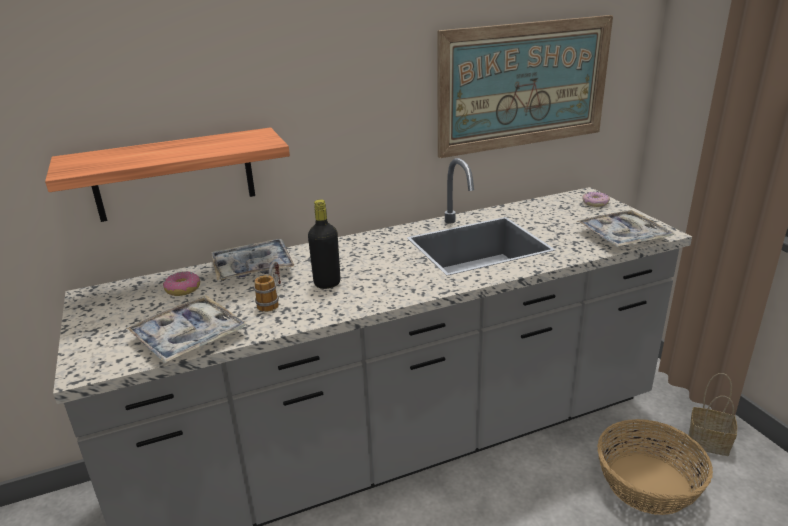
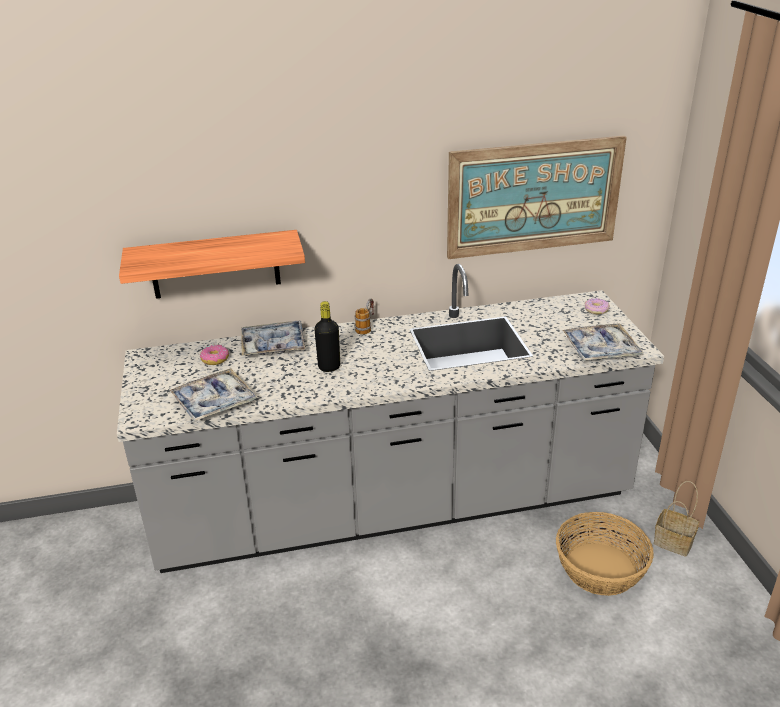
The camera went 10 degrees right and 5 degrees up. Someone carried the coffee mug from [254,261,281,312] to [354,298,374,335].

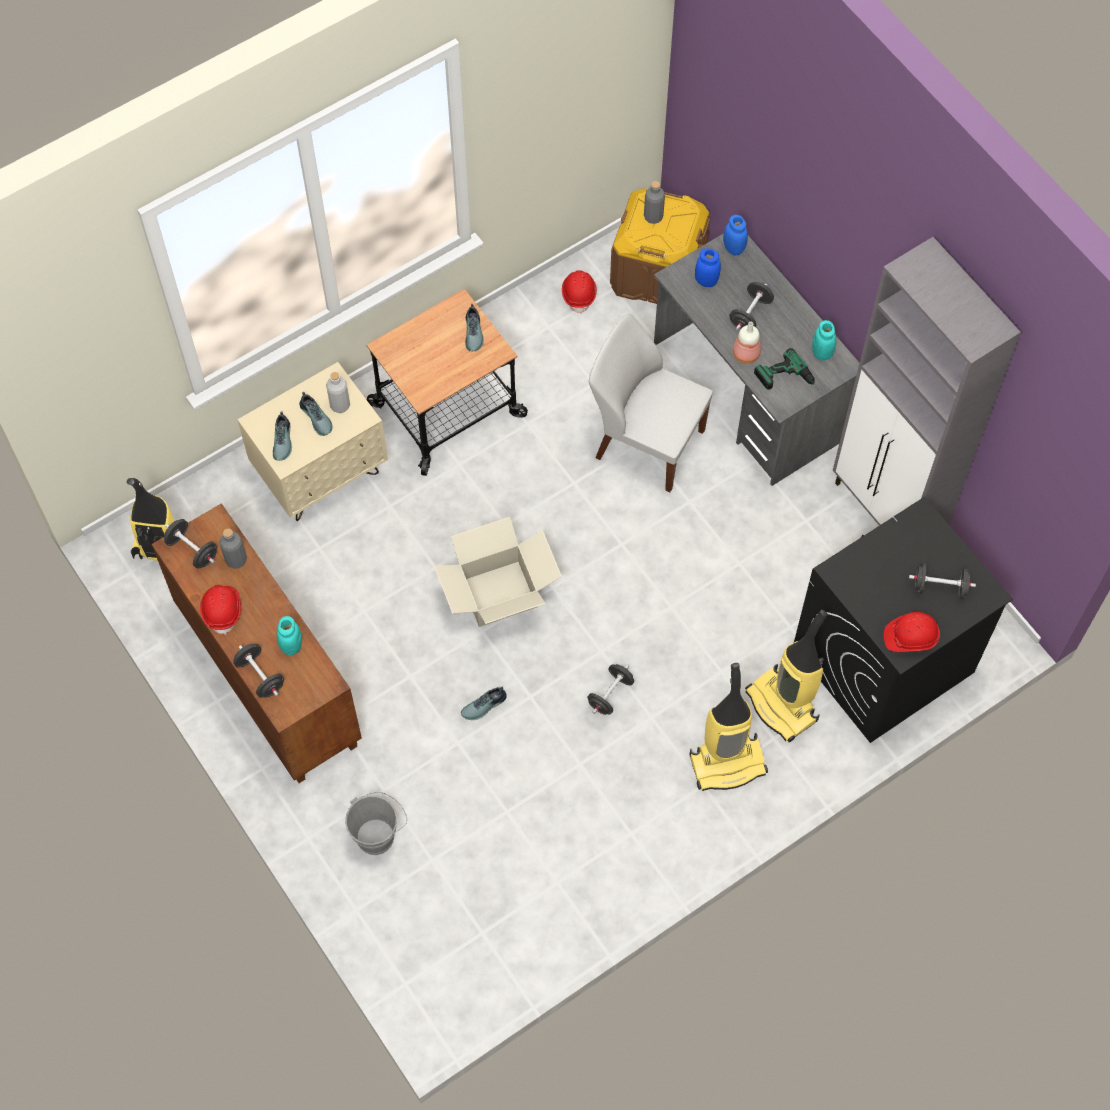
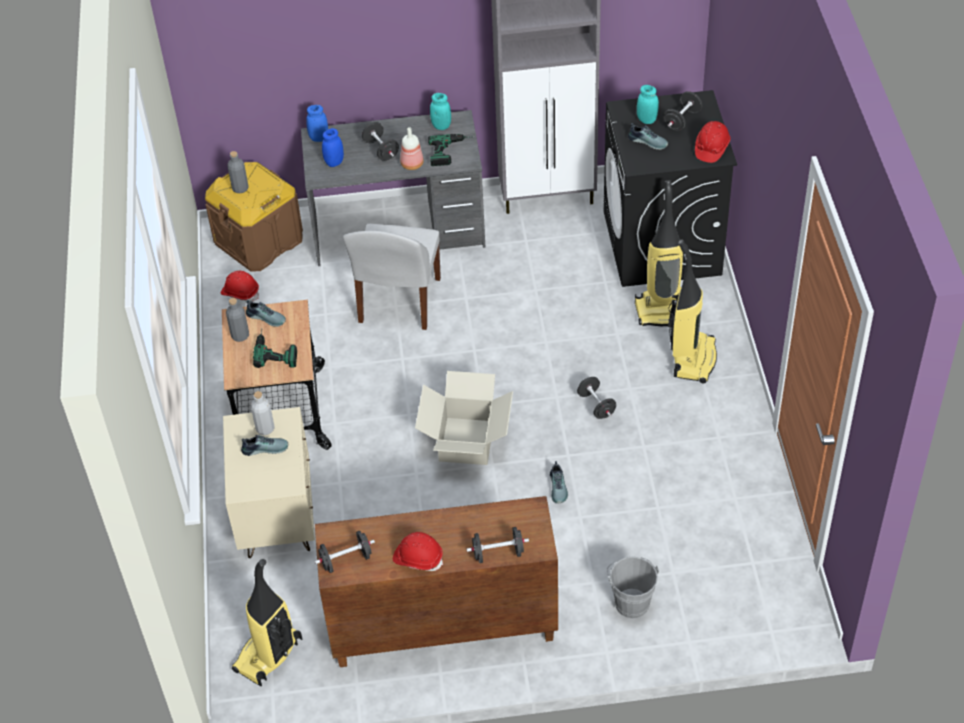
The camera went 60 degrees left and 15 degrees down. Someone carried the gray drink bottle from [220,529,247,569] to [226,298,249,342]. Someone put down the drill at [253,329,297,368]. Someone rotated the white chair at [589,314,713,492] by 45 degrees counterclockwise. Someone carried the item of footwear from [273,412,292,461] to [628,123,668,150]. Someone carried the blue-green jar from [277,616,302,655] to [637,85,659,124].

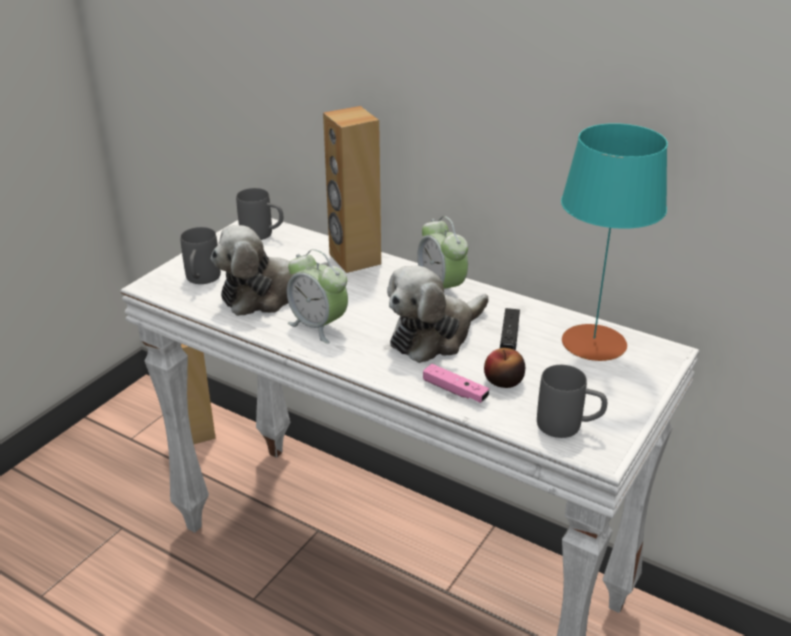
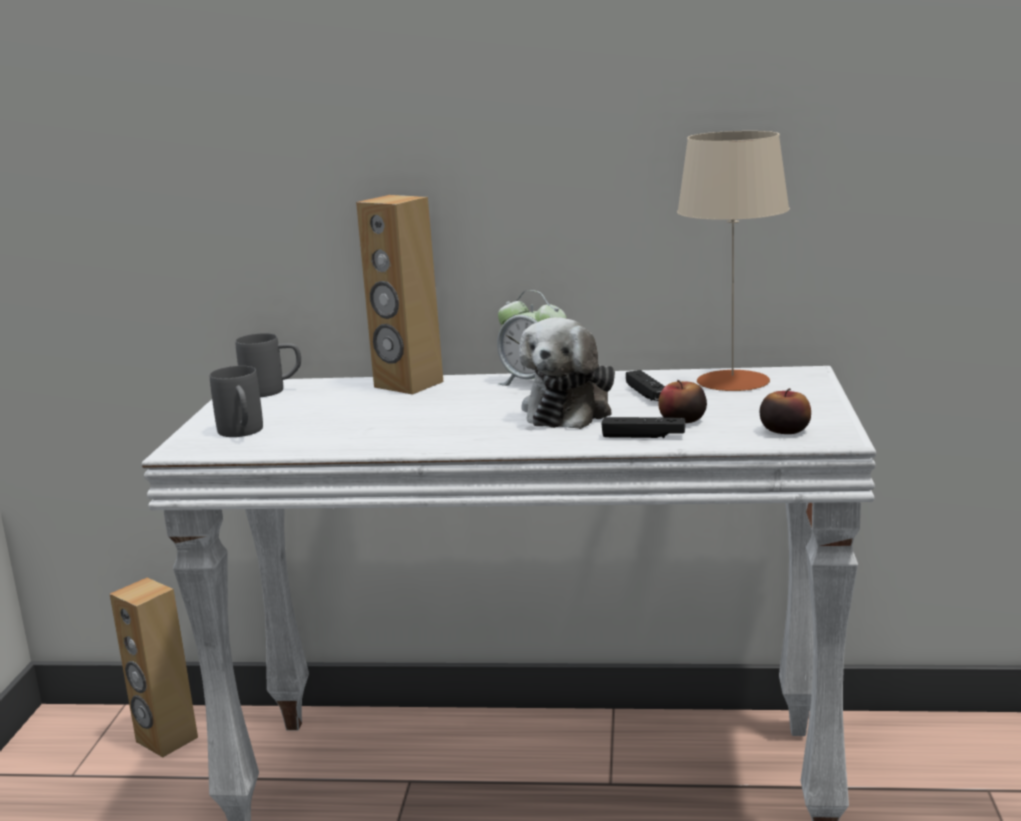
The camera went 25 degrees left and 15 degrees down. Someone repainted the pink gamepad at [423,364,489,403], which became the black-coloured gamepad at [602,417,685,438]. Someone repainted the blue-green table lamp at [561,123,668,361], which became the beige-coloured table lamp at [677,131,790,391]. Someone swapped the gray coffee mug at [537,365,607,438] for the whole apple at [760,388,811,434]. Someone took away the plush toy at [211,225,329,316]. Someone took away the bedside clock at [287,249,348,344].

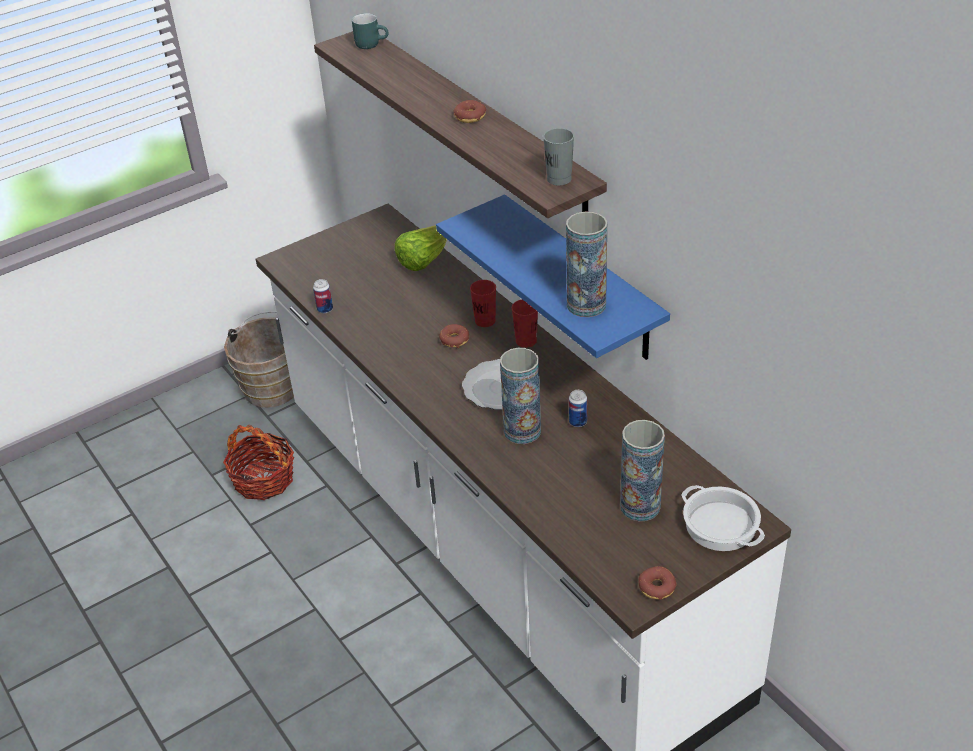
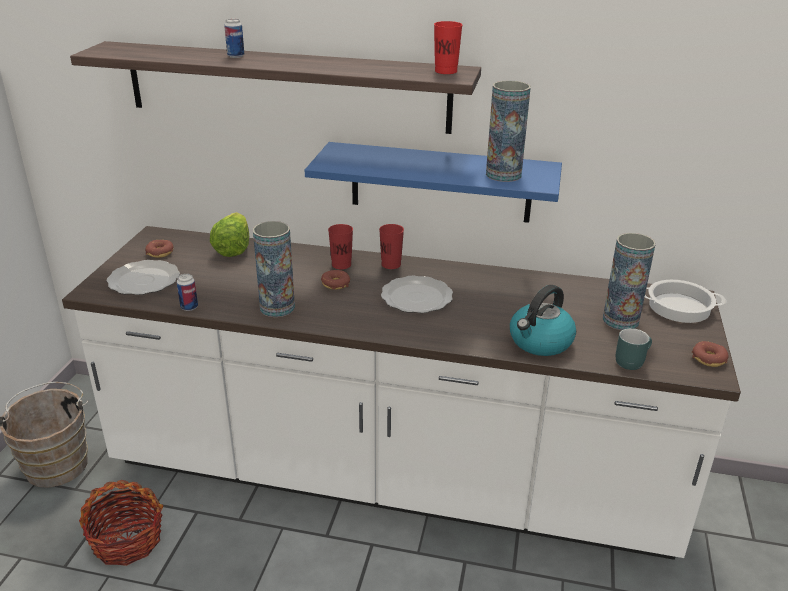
The camera went 45 degrees left and 10 degrees down. Someone put down the dinner plate at [107,260,180,295]. Someone carried the doughnut from [454,100,486,123] to [145,240,174,258]. Someone carried the can from [569,390,587,427] to [224,19,244,58]. Someone carried the flower vase from [500,348,541,444] to [253,221,295,317]. Someone repainted the gray cup at [543,128,574,186], which became the reddish cup at [434,21,463,74]. Someone put down the water kettle at [510,285,576,356]. Someone carried the blue-green coffee mug from [352,13,389,49] to [616,328,652,370].

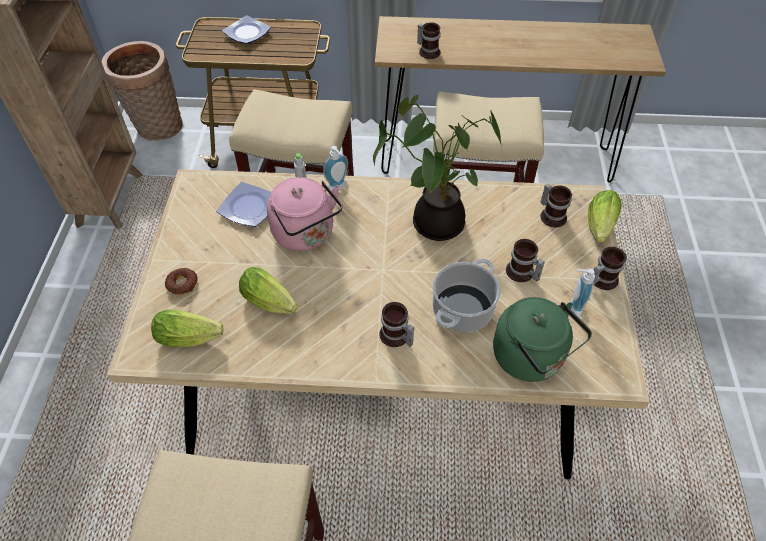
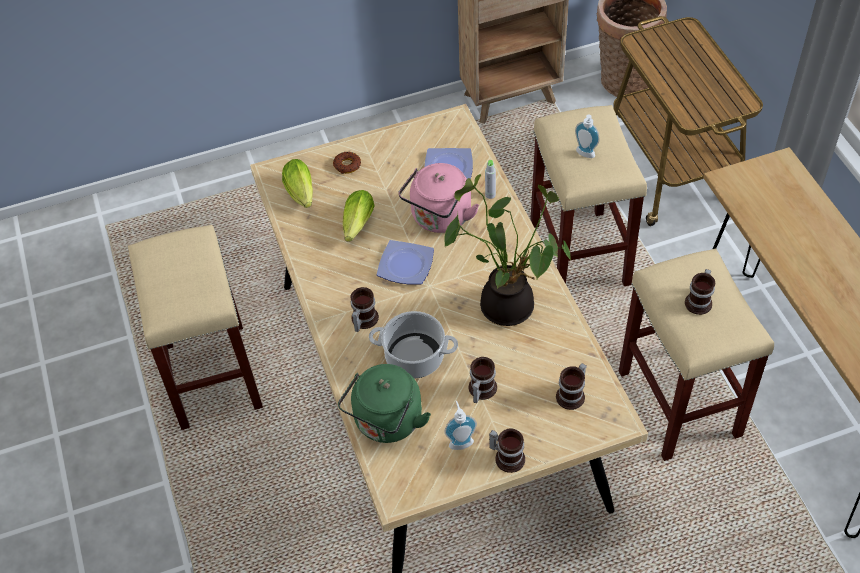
The camera went 70 degrees right and 0 degrees up. Someone carried the dinner plate from [222,15,271,44] to [377,240,434,284]. Someone carried the soap dispenser from [323,146,348,191] to [575,115,599,158]. Someone carried the coffee mug from [417,22,441,59] to [685,269,715,315]. Someone took away the lettuce head at [588,190,621,242].

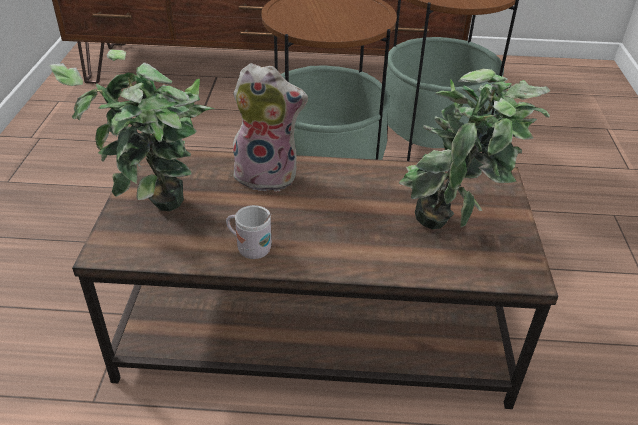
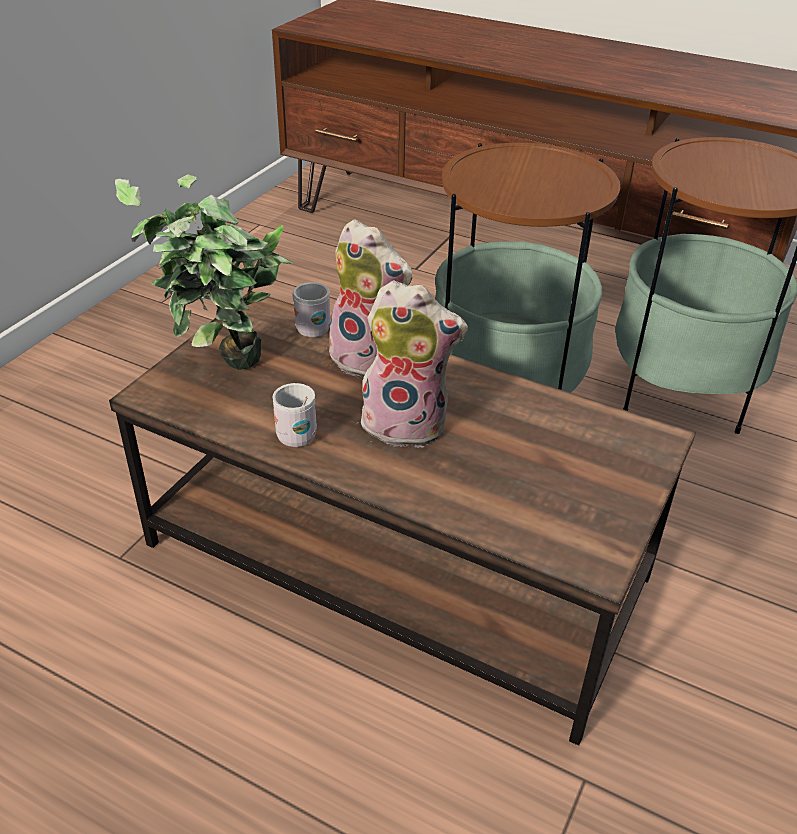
The camera went 25 degrees right and 0 degrees up. Someone put down the white coffee mug at [292,282,330,337]. Someone put down the plush toy at [361,280,468,448]. Someone took away the plant in a pot at [399,69,551,229].

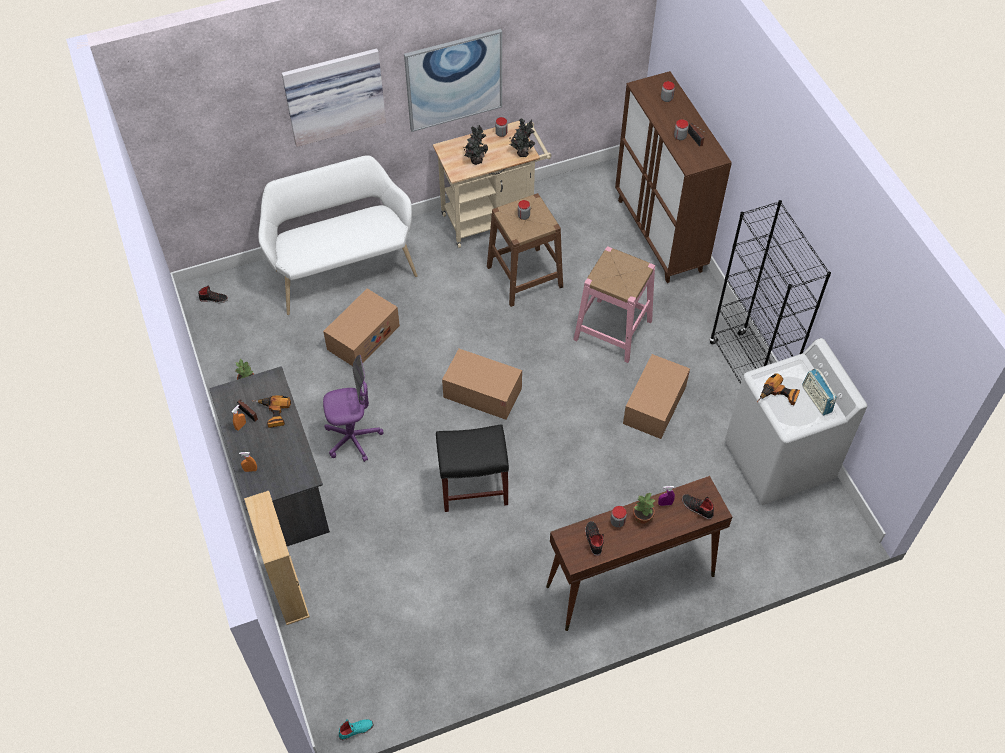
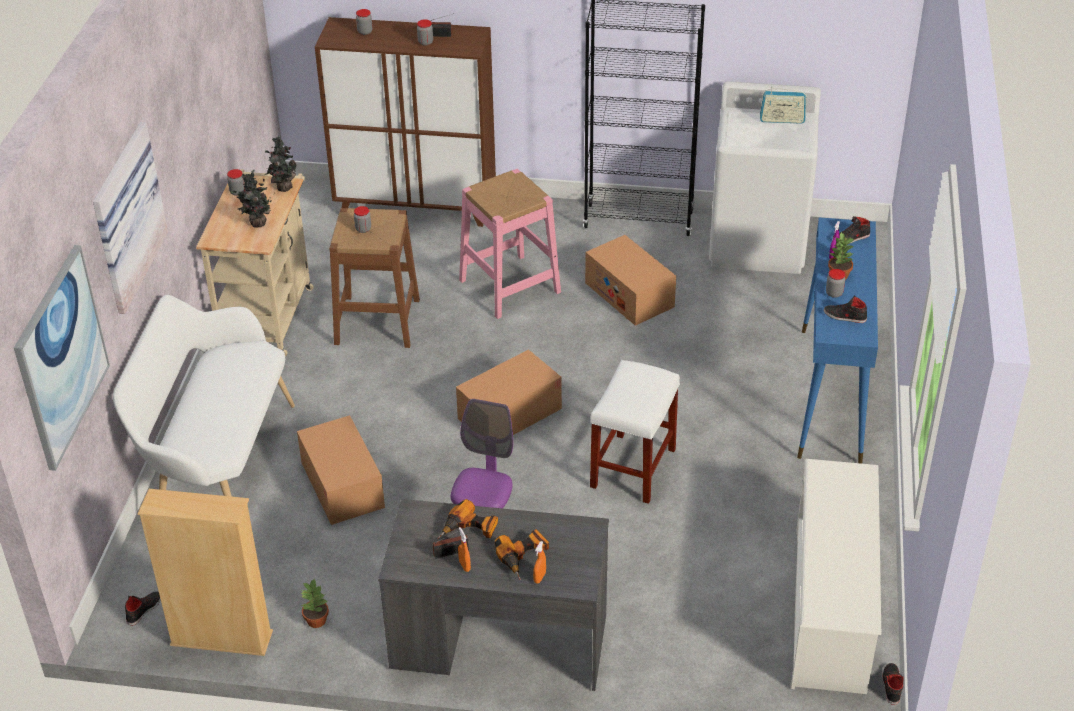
The camera went 60 degrees left and 15 degrees down. Someone carried the picture from [404,29,502,132] to [14,245,110,471]. Someone carried the beige-coloured shelving unit from [244,491,310,625] to [138,489,273,656]. Someone carried the drill from [757,373,800,405] to [495,529,549,580]. Someone repainted the black-coloured stool seat at [436,424,509,512], which became the white stool seat at [590,360,680,504]. Someone put down the white shoe shelf at [791,459,881,694]. Someone repainted the brown narrow table at [546,476,732,631], which became the bluish narrow table at [797,217,878,464]. Someone repainted the blue-green item of footwear at [339,719,373,740], which became the black-coloured item of footwear at [882,663,903,705].

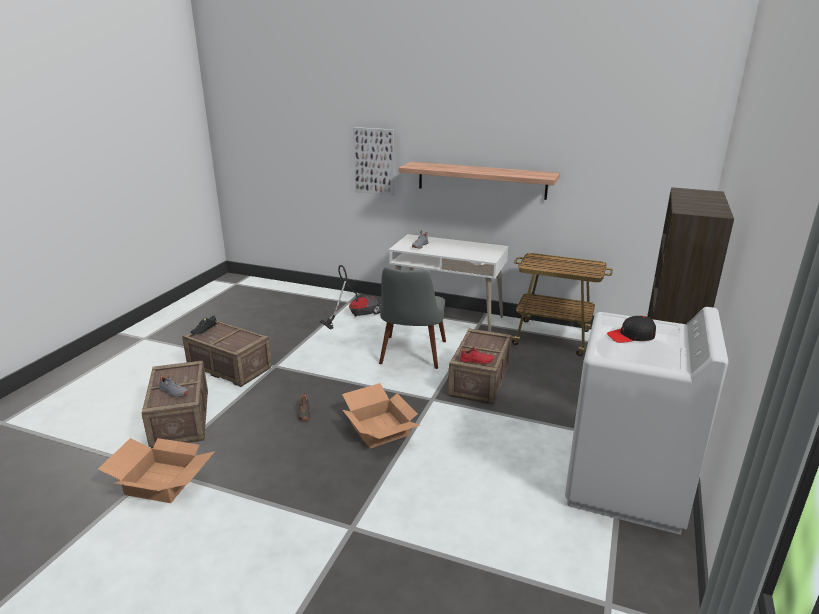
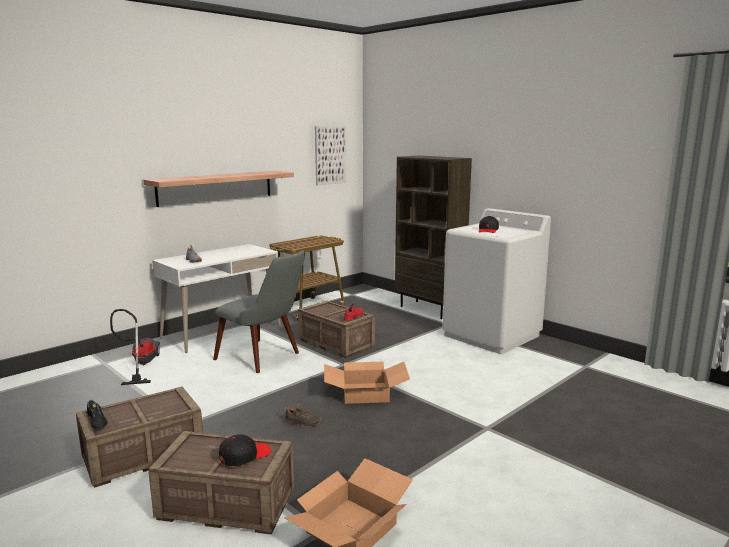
The camera went 65 degrees left and 10 degrees down. Someone swapped the gray item of footwear at [159,374,188,398] for the black-coloured cap at [219,434,271,466]. Someone carried the picture from [353,127,395,196] to [315,126,346,185].

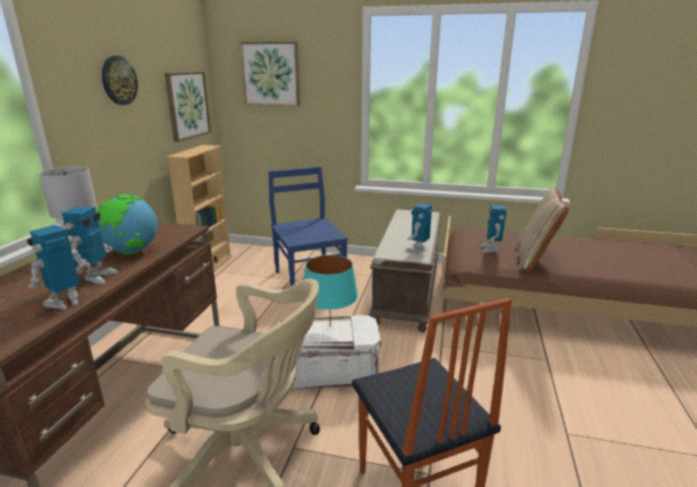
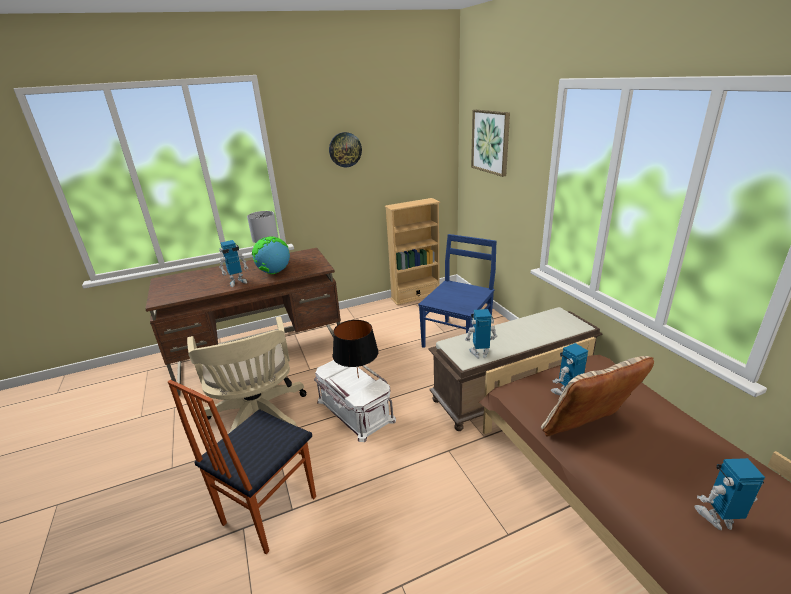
The camera went 55 degrees right and 5 degrees up. Someone repainted the blue-green table lamp at [304,255,358,328], which became the black-coloured table lamp at [333,320,379,378]. Someone carried the robot figure from [27,225,86,309] to [695,458,765,530]. Someone took away the picture at [164,71,211,142].

